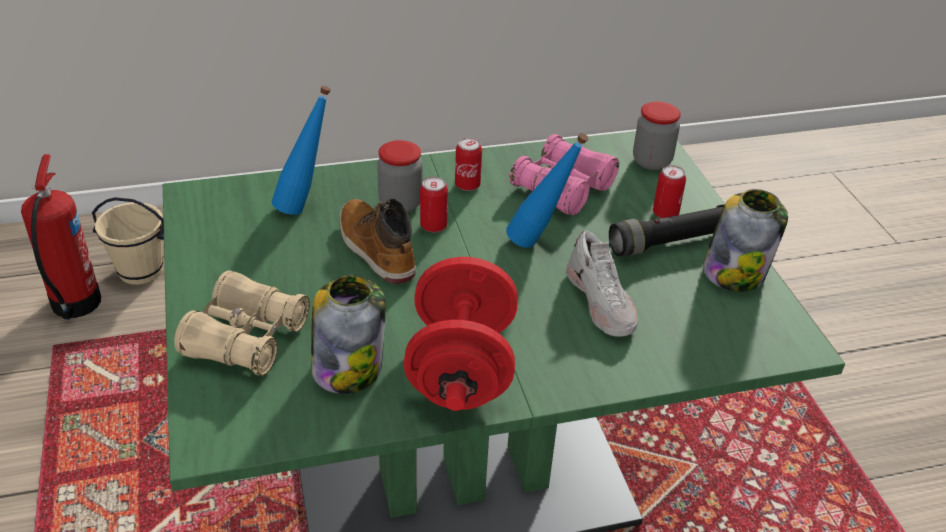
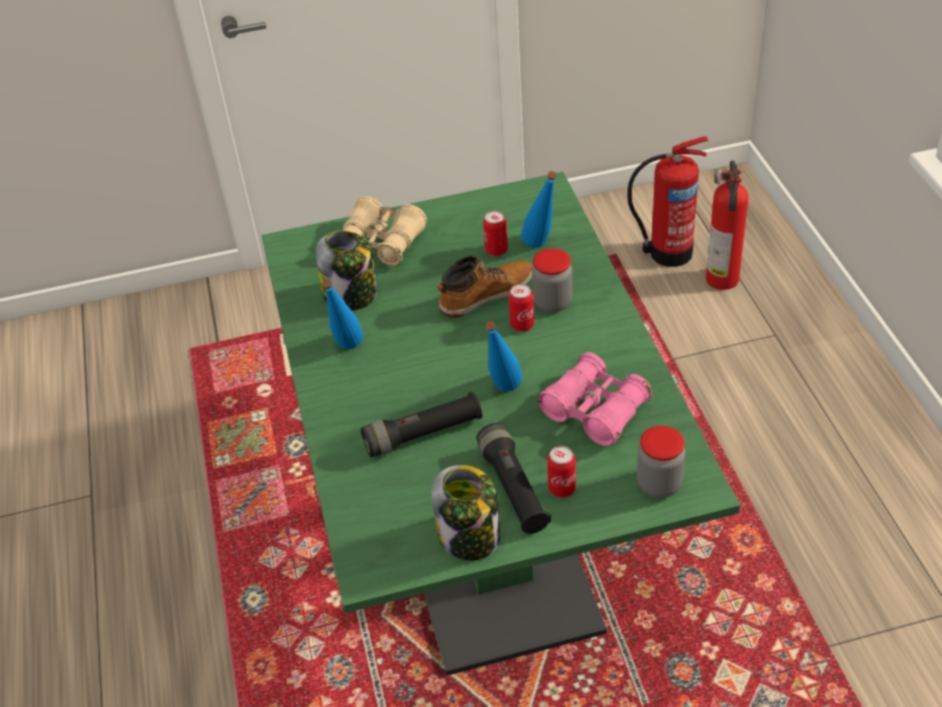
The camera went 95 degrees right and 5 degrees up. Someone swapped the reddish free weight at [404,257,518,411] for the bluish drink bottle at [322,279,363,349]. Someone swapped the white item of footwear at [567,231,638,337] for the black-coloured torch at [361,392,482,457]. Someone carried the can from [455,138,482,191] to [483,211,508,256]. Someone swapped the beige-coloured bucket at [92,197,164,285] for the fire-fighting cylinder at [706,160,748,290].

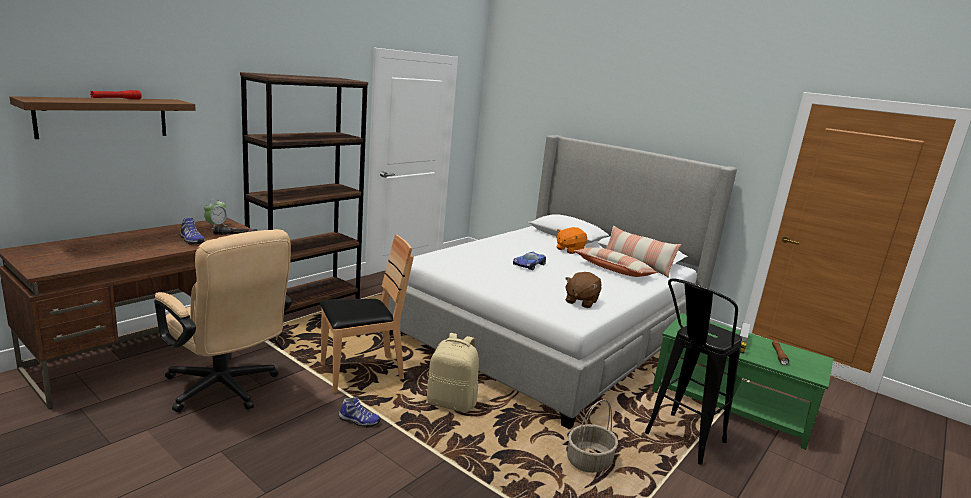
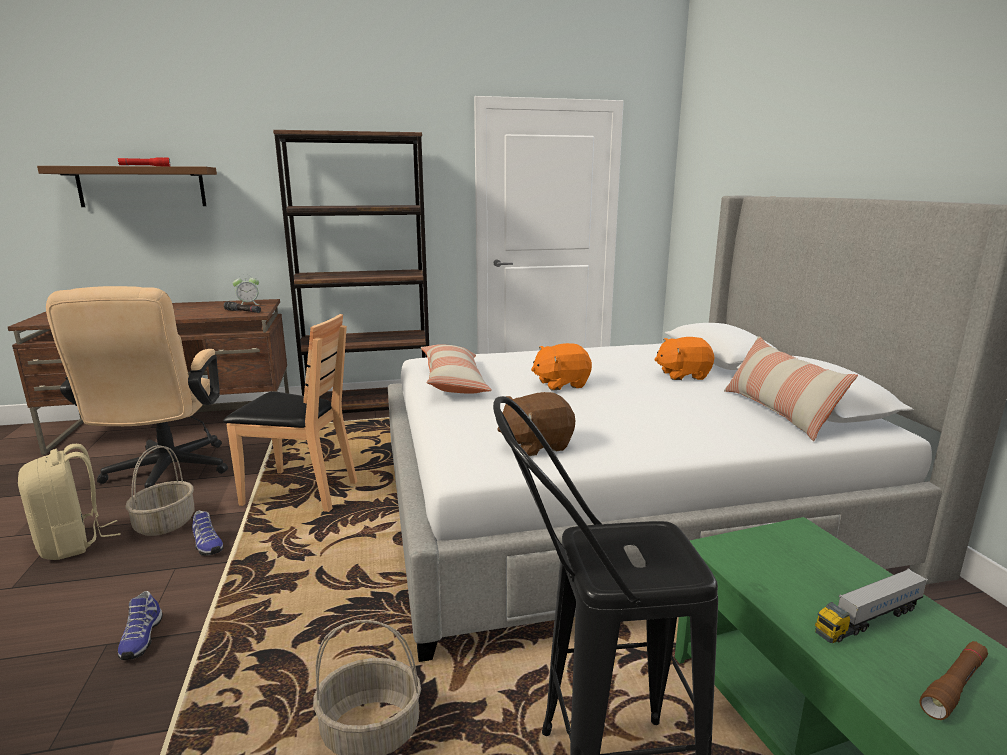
The camera went 40 degrees right and 0 degrees up. Someone carried the beige-coloured knapsack from [427,333,479,412] to [18,444,121,560]. Someone carried the item of footwear from [180,218,205,245] to [118,591,163,660]. Someone put down the storage basket at [125,445,195,536]. Someone carried the cushion from [574,247,657,277] to [421,344,492,394]. Someone swapped the model car at [513,252,546,270] for the orange plush toy at [531,343,592,390].

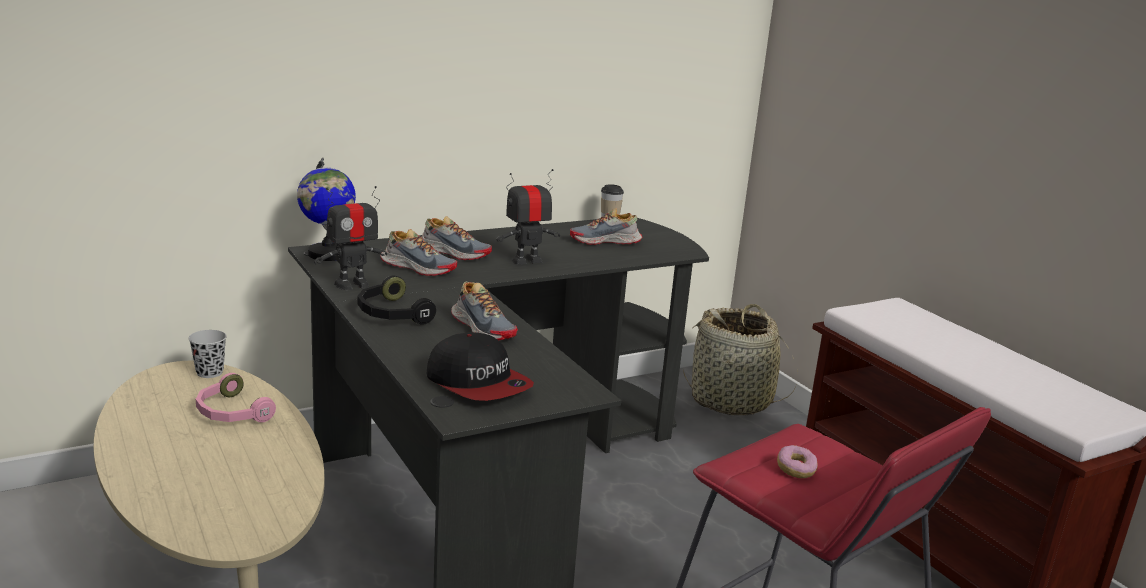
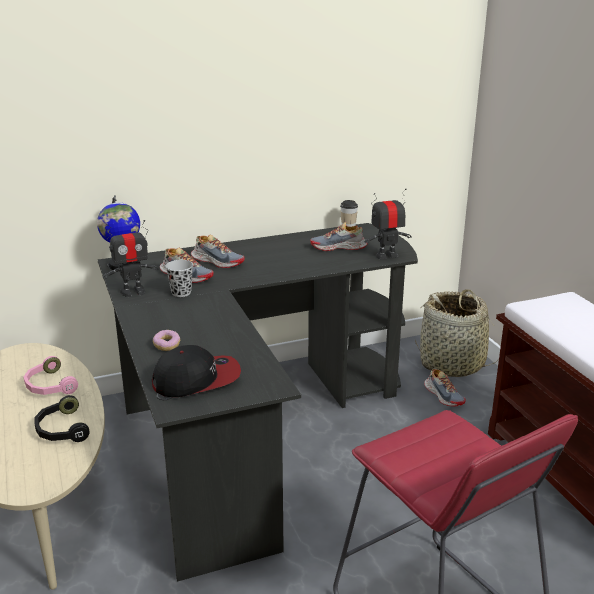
The camera went 10 degrees right and 5 degrees up. Someone carried the black-coloured headphones from [358,276,436,325] to [35,395,89,442]. Someone rotated the cap at [427,332,534,401] by 75 degrees counterclockwise. Someone carried the doughnut from [777,445,817,478] to [153,330,180,351]. Someone carried the black-coloured cup from [189,330,227,378] to [165,260,193,297]. Someone carried the robot figure from [496,169,560,265] to [364,188,412,259]. Someone carried the item of footwear from [451,282,518,340] to [424,368,466,407].

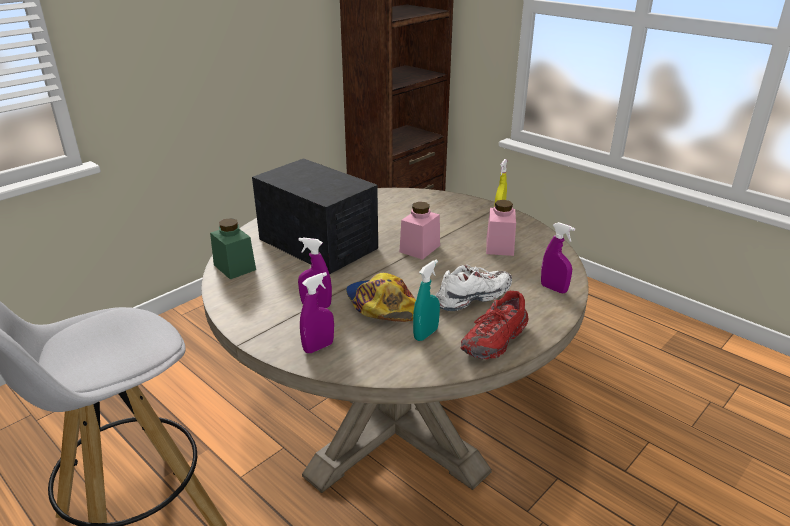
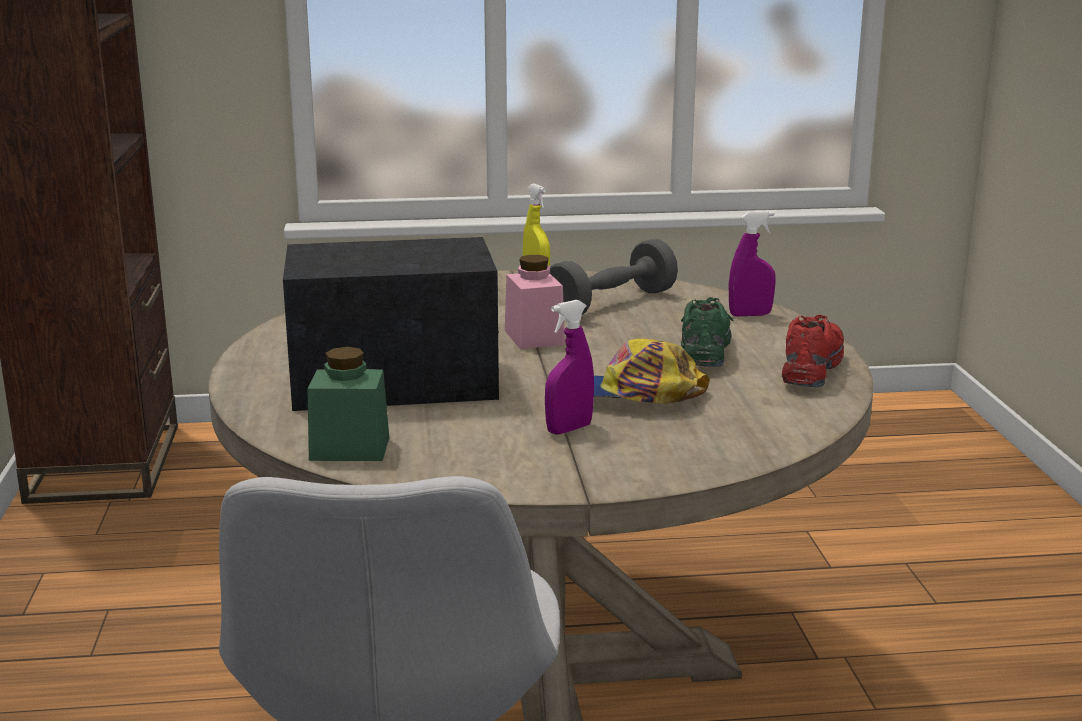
The camera went 50 degrees left and 10 degrees down. Someone swapped the pink jar at [486,200,516,256] for the gray free weight at [550,239,678,314]. Someone repainted the white item of footwear at [436,265,512,311], which became the green item of footwear at [681,297,733,367]. Someone rotated the reddish item of footwear at [460,291,529,359] by 150 degrees counterclockwise. Someone took away the purple-coloured spray bottle at [300,272,334,353]. Someone took away the blue-green spray bottle at [413,260,440,341].

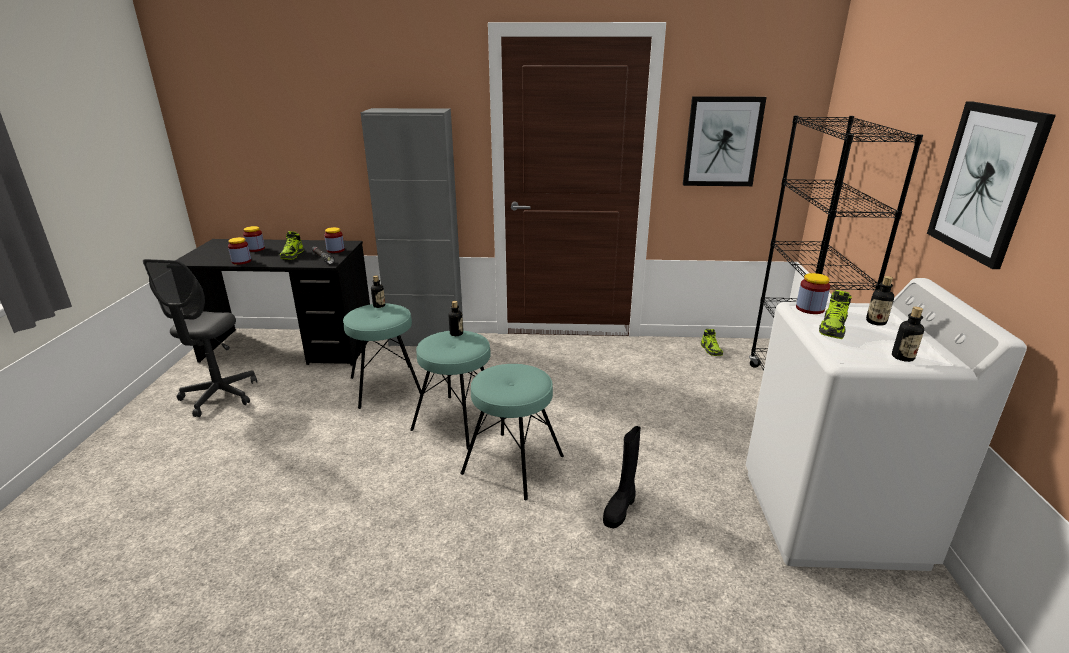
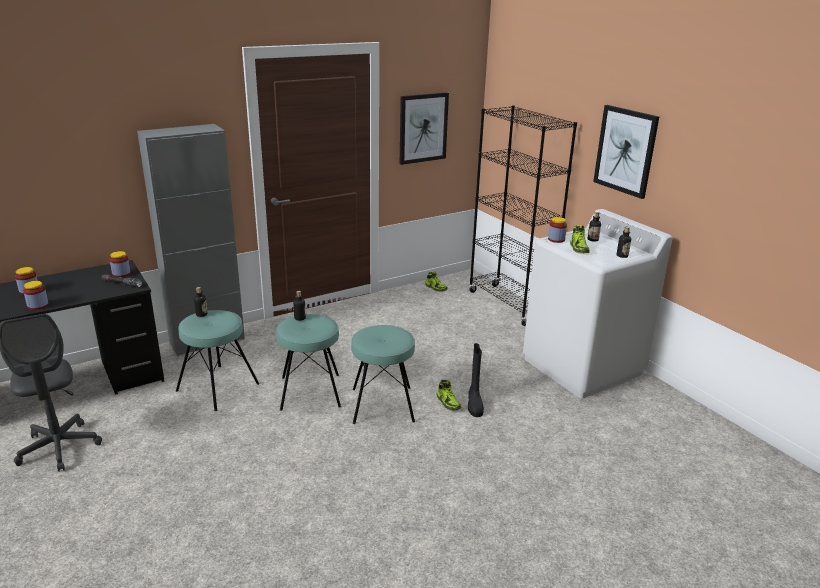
The camera went 35 degrees left and 0 degrees up. Someone carried the item of footwear from [280,231,304,260] to [437,380,461,411].

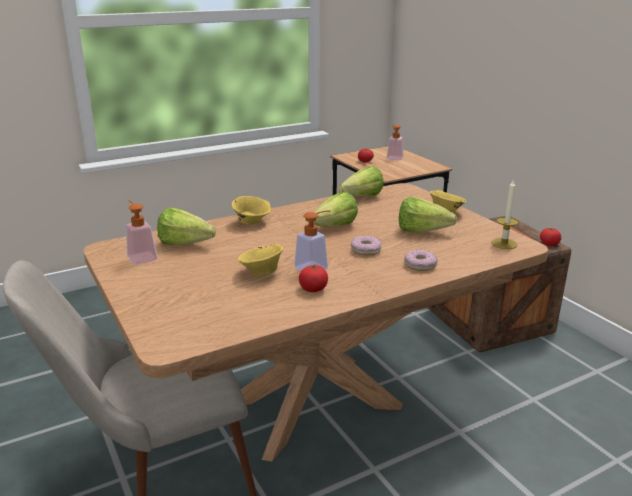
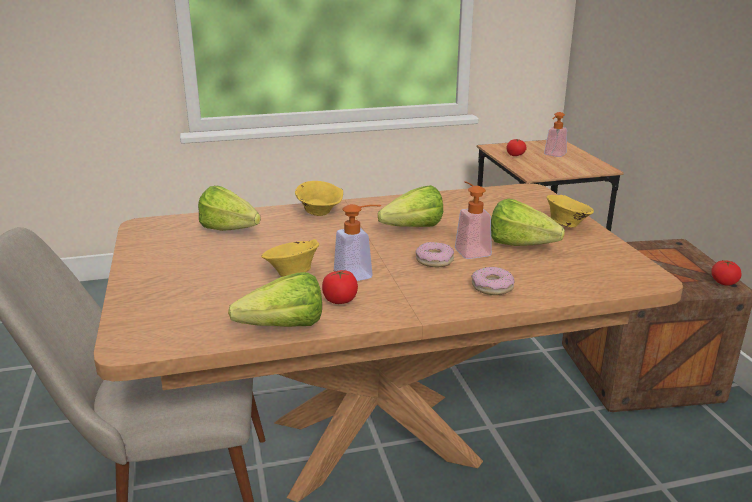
The camera went 15 degrees right and 0 degrees up. Someone carried the lettuce head from [339,166,384,196] to [228,272,322,327]. Someone carried the soap dispenser from [126,200,157,265] to [455,181,492,259]. Someone took away the wax candle at [491,179,519,249].

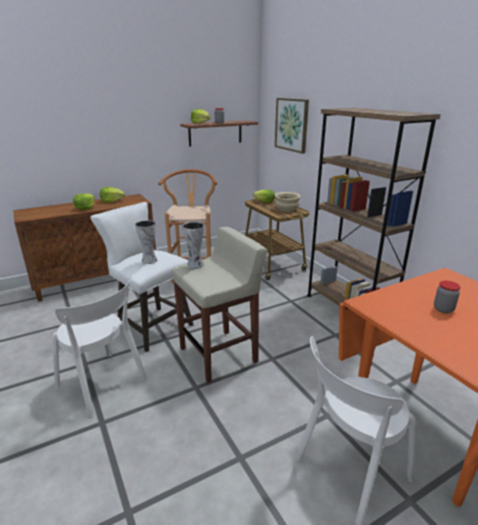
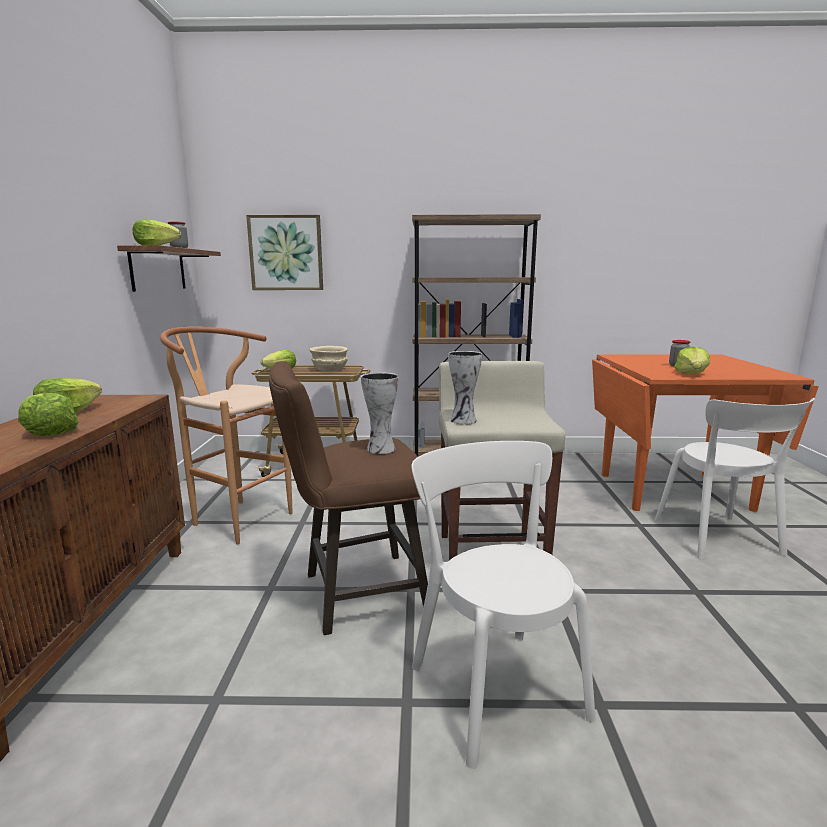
The camera went 60 degrees left and 10 degrees down. Someone repainted the white stool seat at [90,202,194,352], which became the brown stool seat at [269,361,428,635]. Someone rotated the white chair at [52,276,147,418] by 90 degrees counterclockwise. Someone put down the lettuce head at [674,347,710,374].

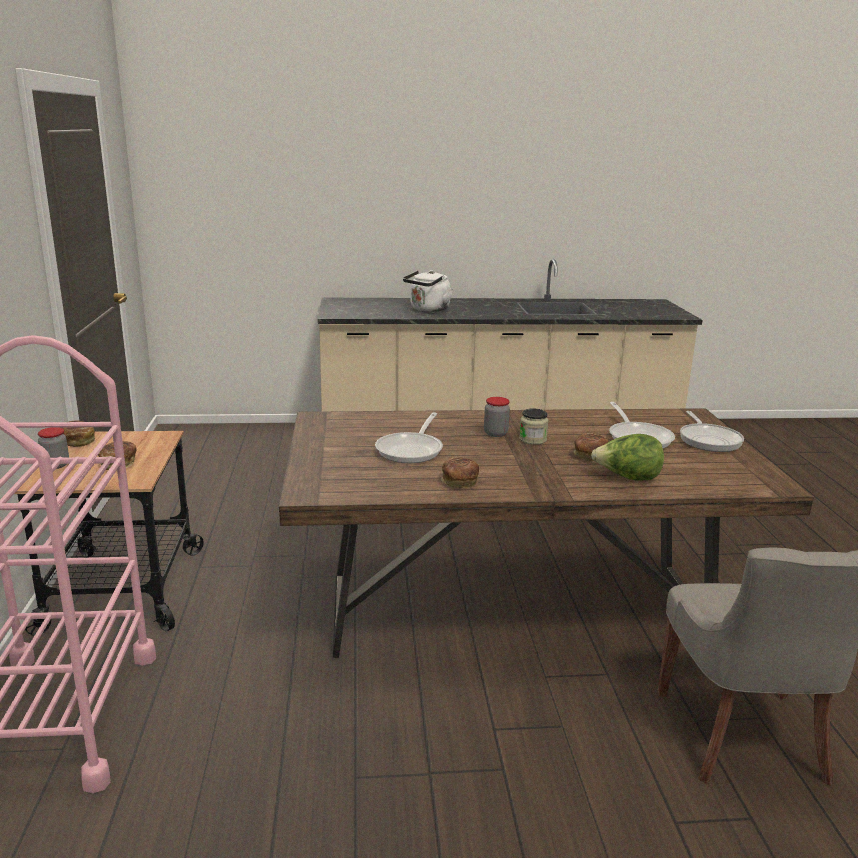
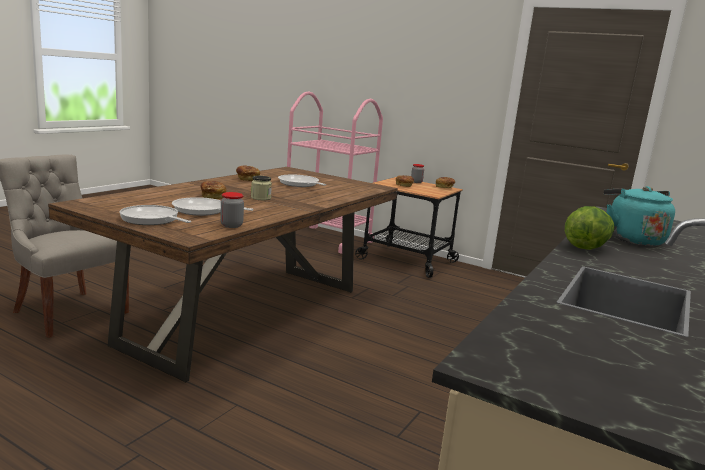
The camera went 125 degrees right and 5 degrees down. Someone carried the jar from [484,397,510,437] to [220,192,244,228]. Someone carried the lettuce head from [591,434,664,481] to [565,206,614,250]. Someone repainted the white water kettle at [403,270,453,312], which became the blue-green water kettle at [604,186,675,246].

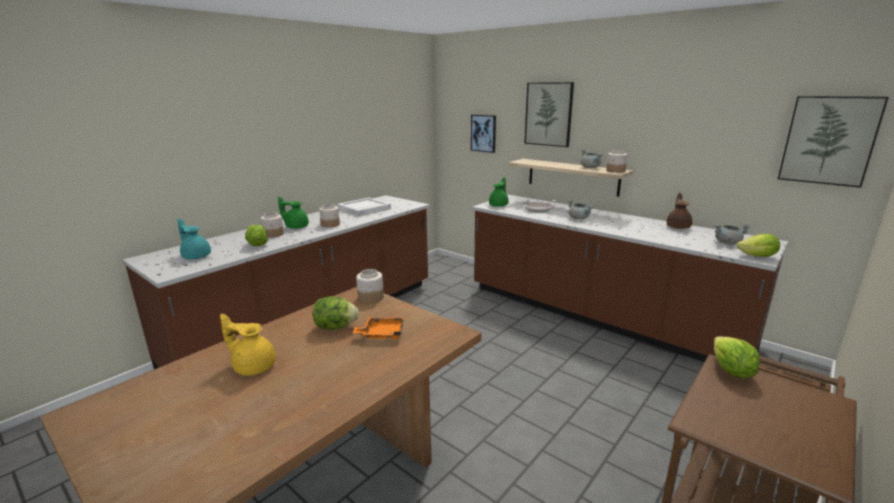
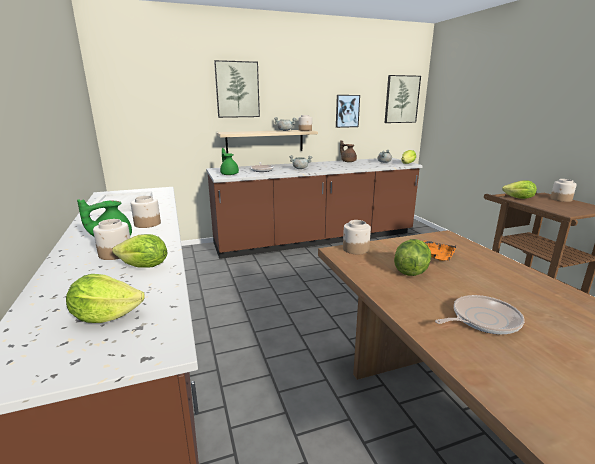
The camera went 60 degrees left and 0 degrees up. Someone swapped the blue-green tea pot at [178,219,211,260] for the lettuce head at [66,274,145,323]. Someone carried the picture from [471,114,496,153] to [336,95,360,128]. Someone swapped the yellowish tea pot at [220,314,276,376] for the pan at [435,295,524,334]. Someone put down the jar at [551,179,577,202].

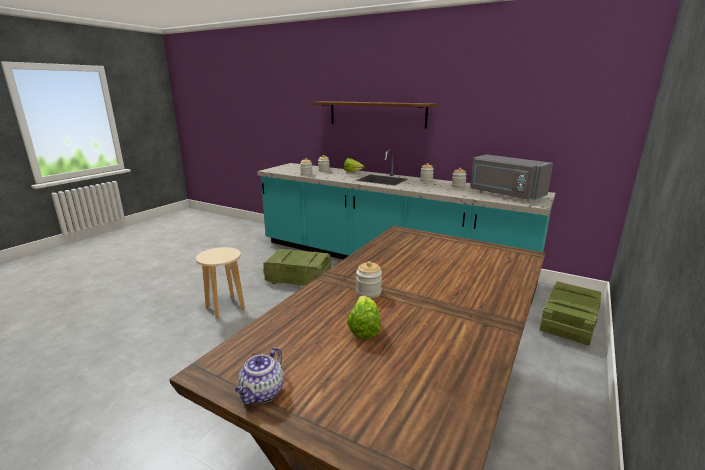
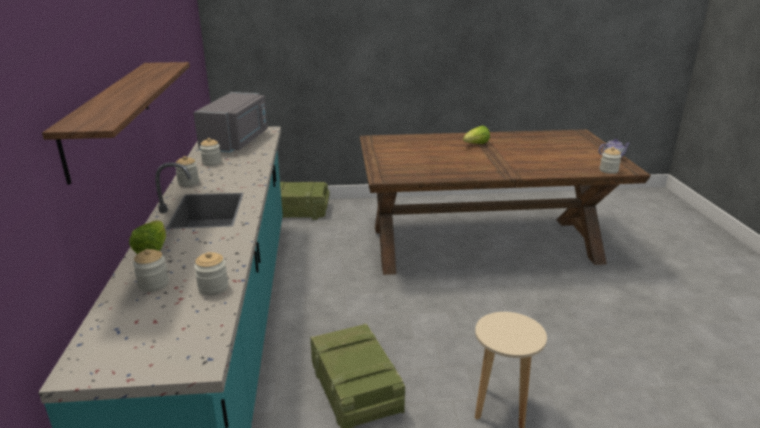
The camera went 125 degrees left and 5 degrees up. Someone carried the lettuce head from [347,295,381,339] to [463,126,490,144]. Someone carried the jar from [356,261,382,298] to [600,147,622,174].

